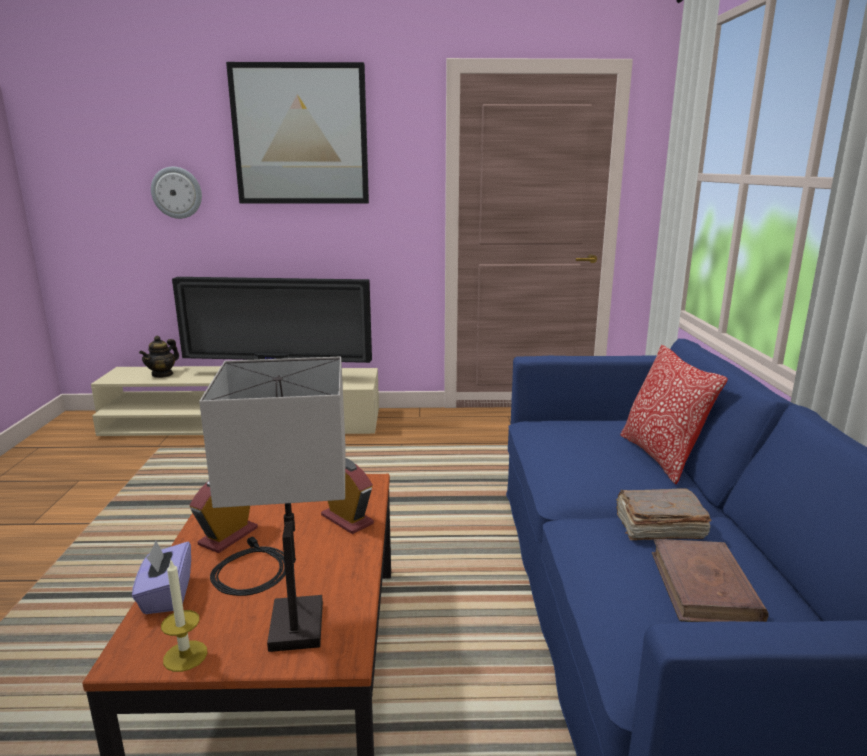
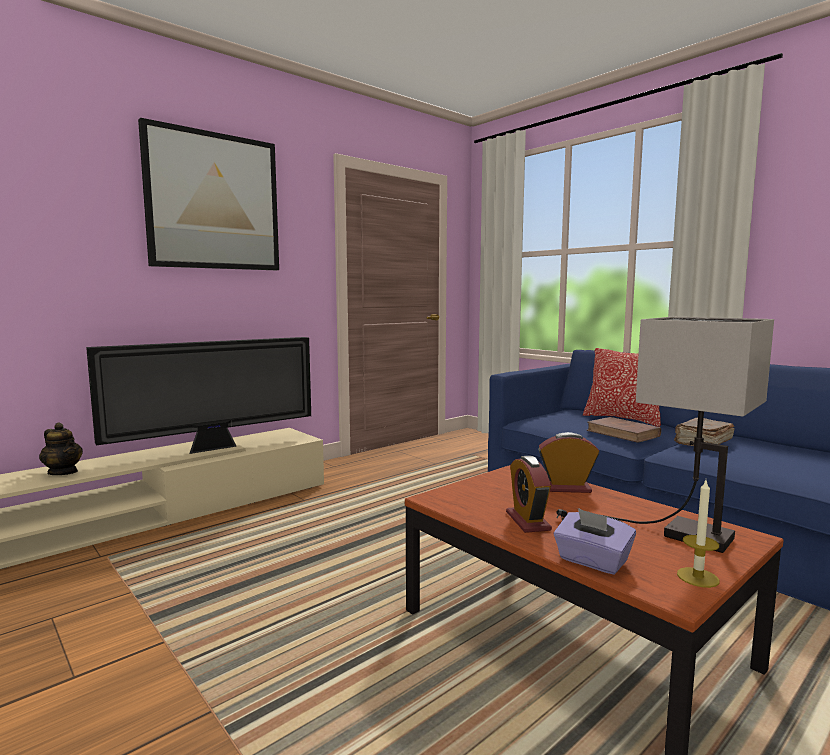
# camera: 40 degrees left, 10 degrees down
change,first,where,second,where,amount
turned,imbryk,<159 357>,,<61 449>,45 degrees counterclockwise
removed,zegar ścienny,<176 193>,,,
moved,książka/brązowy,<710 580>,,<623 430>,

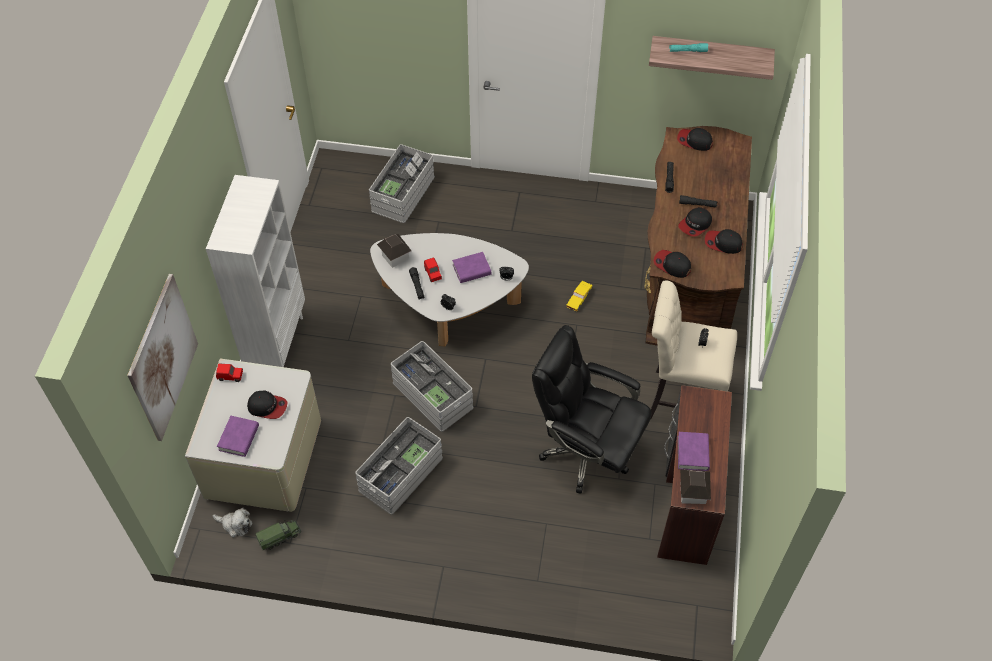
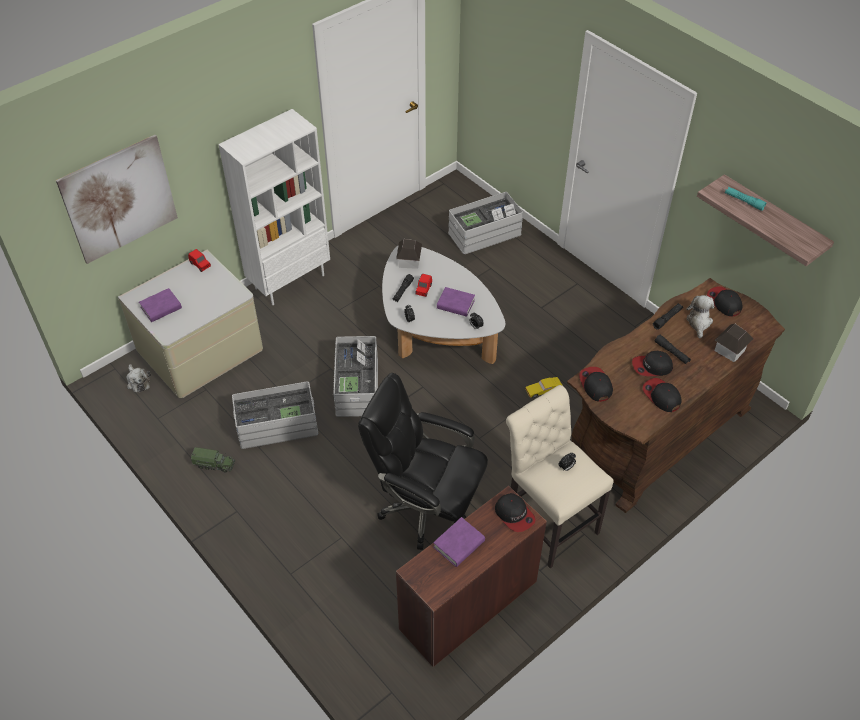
# camera: 40 degrees right, 5 degrees down
change,first,where,second,where,amount
moved,czapka z daszkiem,<267 405>,,<515 512>,
moved,ciężarówka zabawkowa,<278 535>,,<213 459>,
turned,krzesło biurowe/czarny,<591 409>,,<423 461>,45 degrees counterclockwise
moved,domek,<695 487>,,<733 343>,
added,,,pluszak,<700 317>,

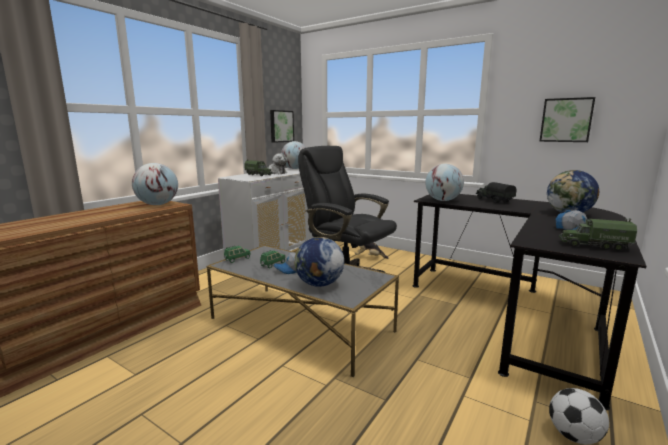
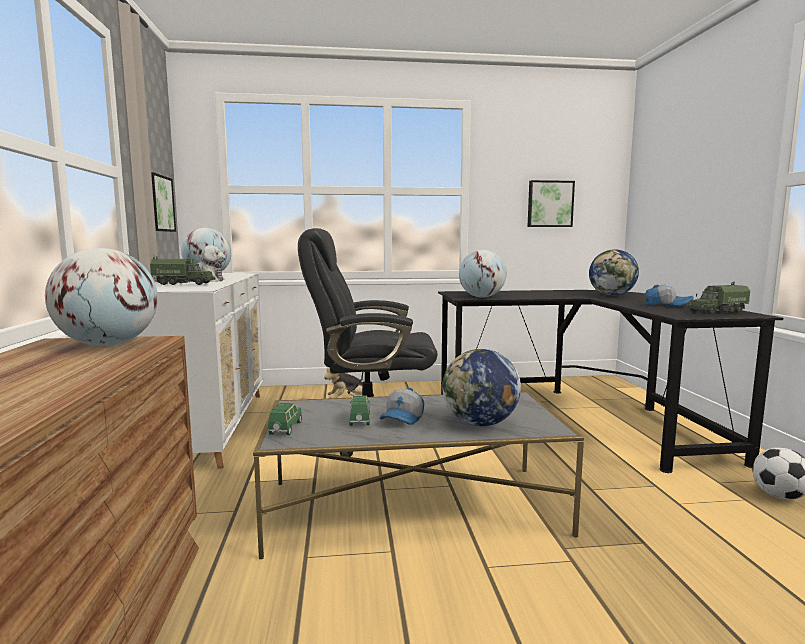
# camera: 40 degrees left, 5 degrees down
change,first,where,second,where,amount
removed,ciężarówka zabawkowa,<496 192>,,,

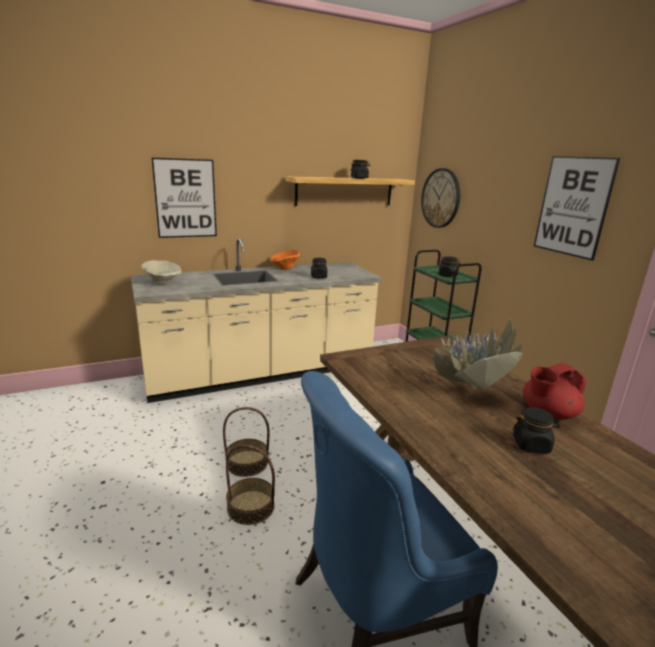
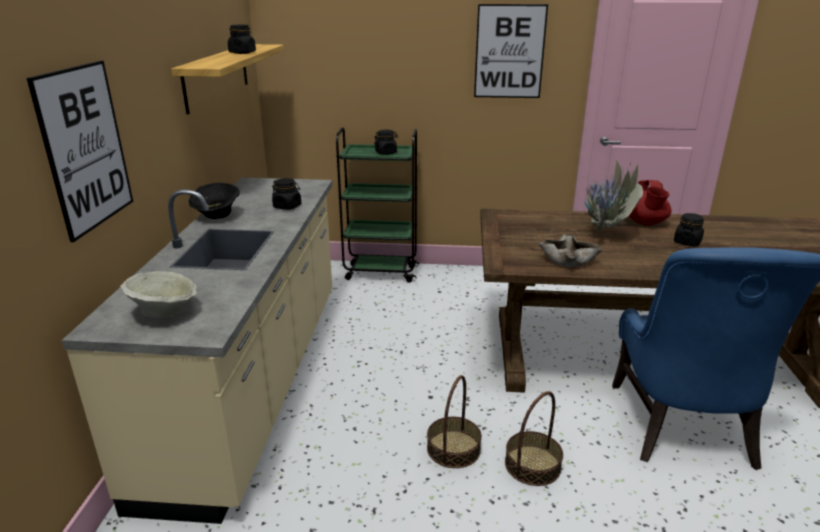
# camera: 60 degrees left, 5 degrees up
change,first,where,second,where,amount
recoloured,miska/pomarańczowy,<284 260>,miska/czarny,<214 201>,
removed,zegar ścienny,<440 198>,,,
added,,,miska/beżowy,<570 250>,

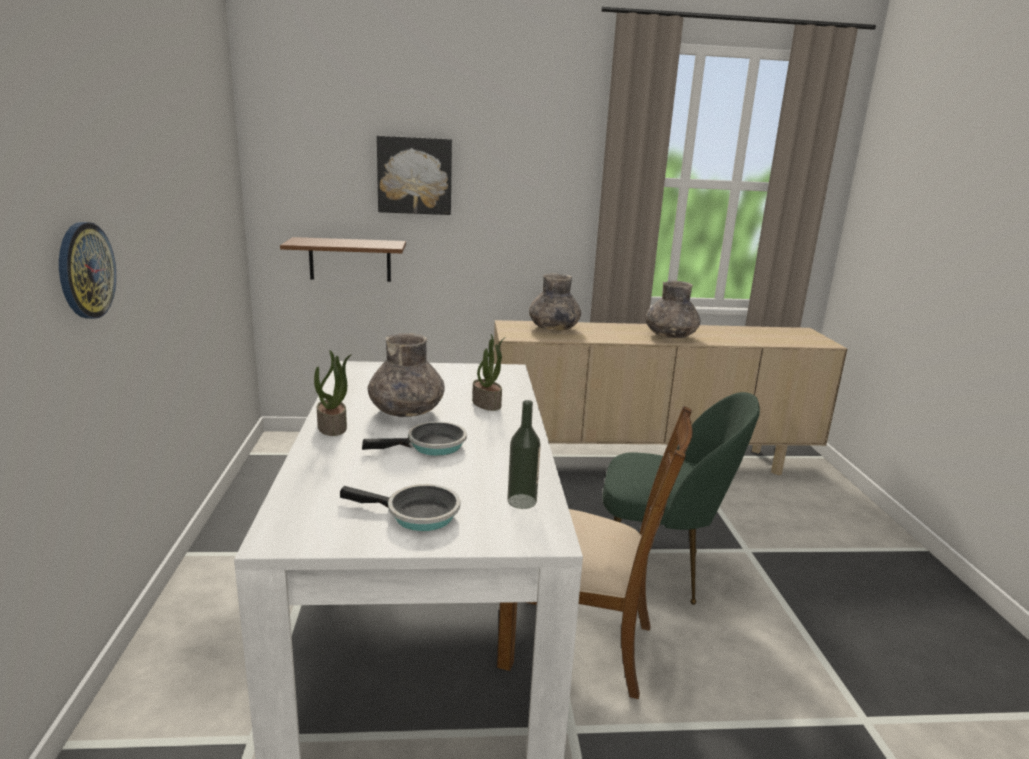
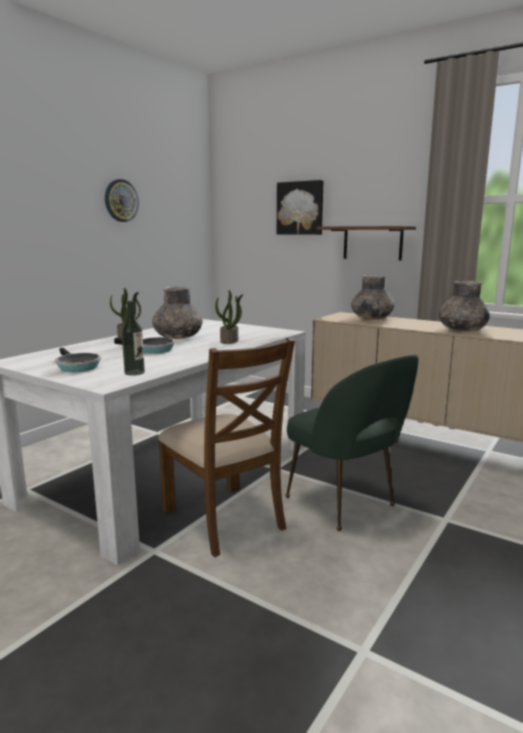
# camera: 40 degrees right, 5 degrees down
change,first,where,second,where,amount
moved,zegar ścienny,<87 270>,,<122 200>,
moved,półka/brązowy,<343 259>,,<366 243>,

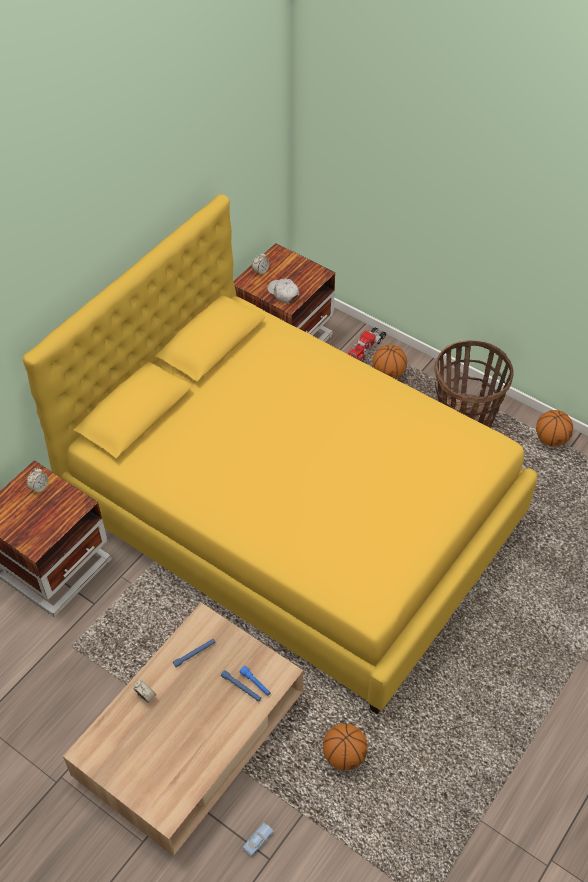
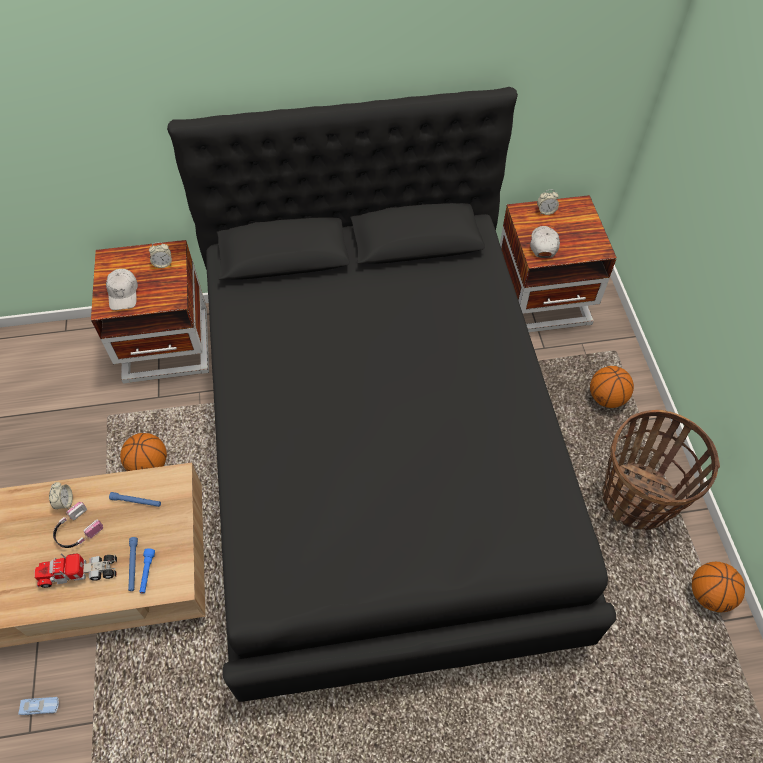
# camera: 45 degrees right, 5 degrees up
change,first,where,second,where,amount
recoloured,łóżko/żółty,<280 454>,łóżko/czarny,<391 394>,
moved,piłka do koszykówki,<345 747>,,<143 452>,
moved,ciężarówka zabawkowa,<367 344>,,<75 570>,
added,,,słuchawki,<78 525>,
added,,,czapka z daszkiem/biały,<122 289>,

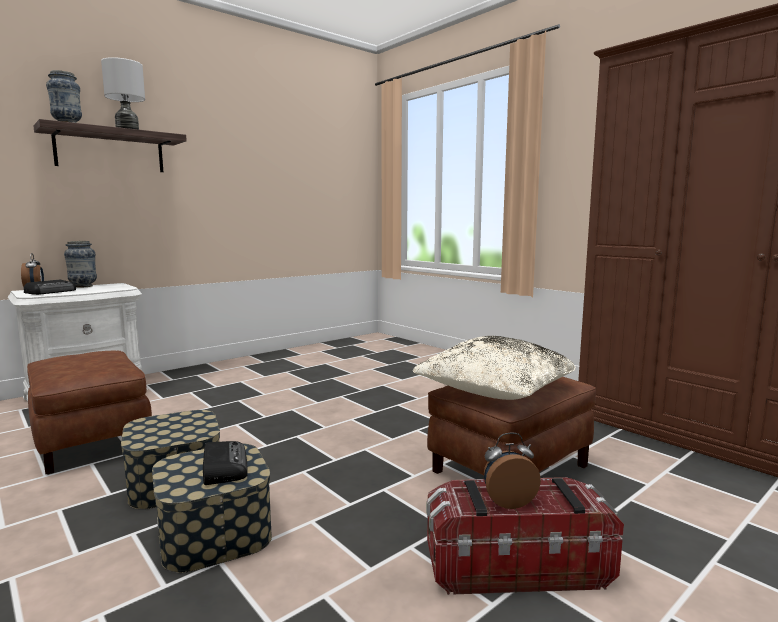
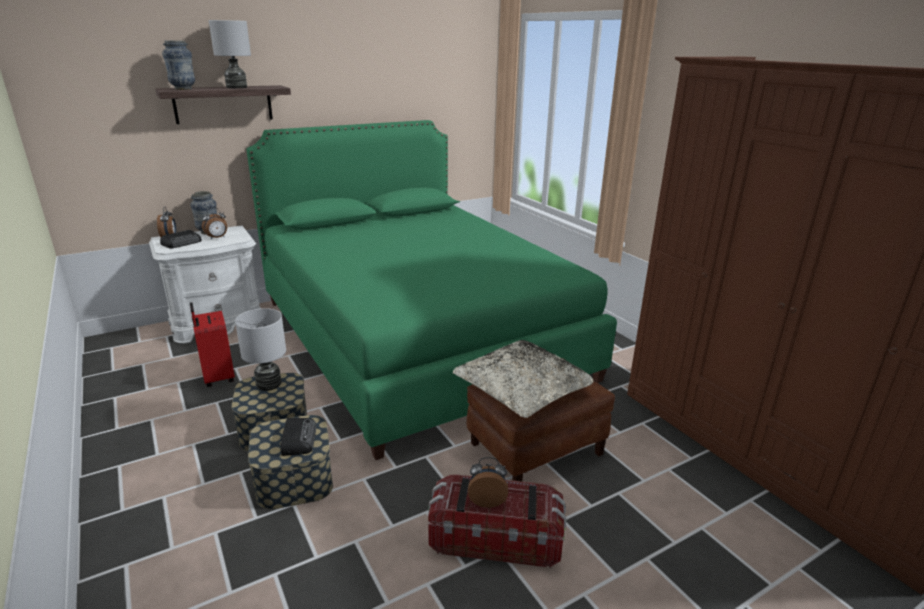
# camera: 10 degrees right, 15 degrees up
change,first,where,second,where,amount
replaced,pufa/brązowy,<89 412>,walizka/czerwony,<212 344>,
added,,,budzik,<214 223>,
added,,,lampa stołowa/szary,<260 349>,
added,,,łóżko/zielony,<431 290>,

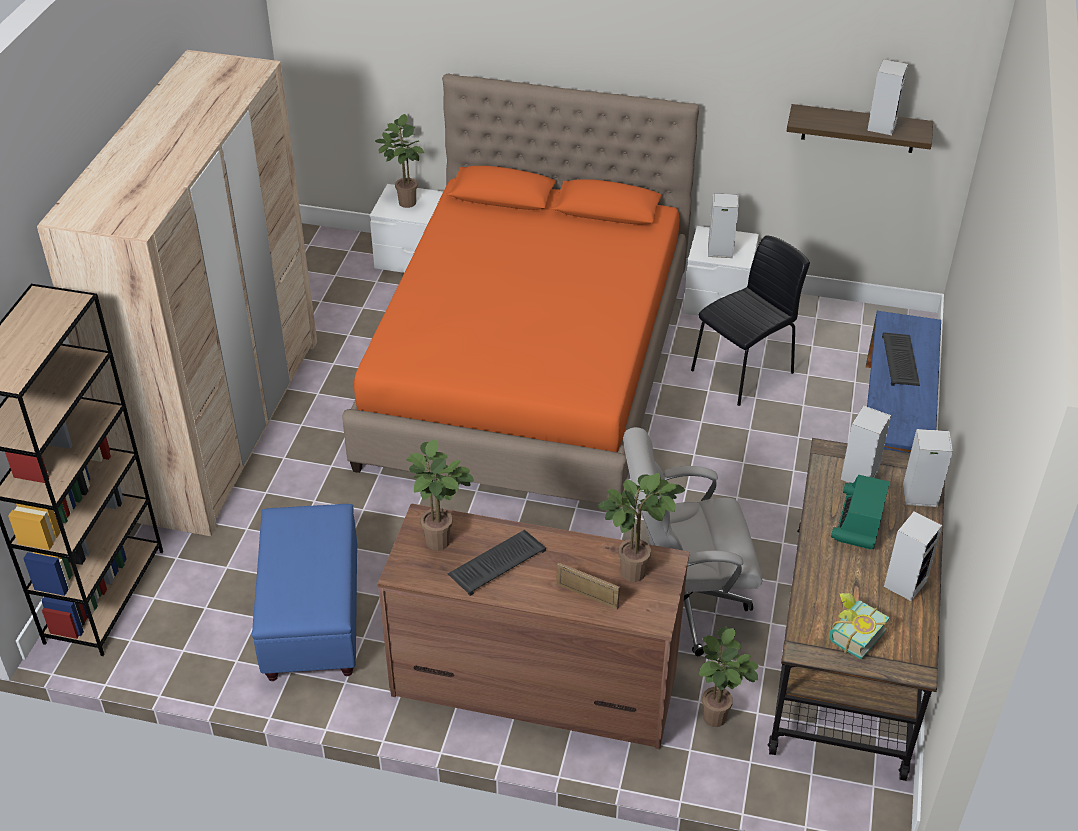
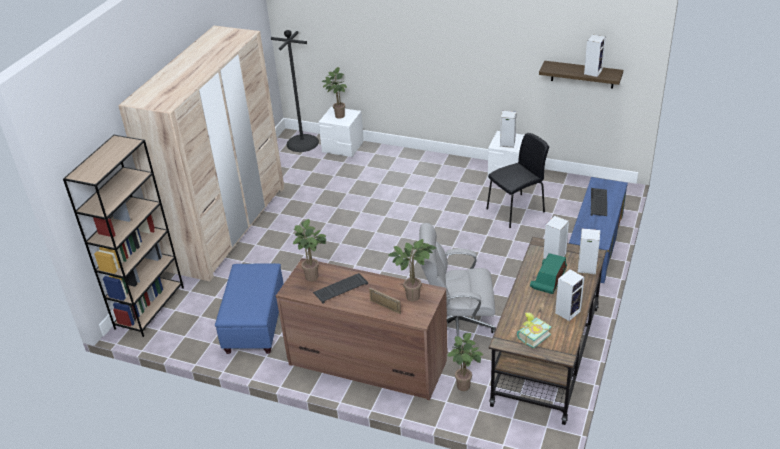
# camera: 10 degrees right, 5 degrees down
change,first,where,second,where,amount
removed,łóżko/pomarańczowy,<520 290>,,,
added,,,wieszak/czarny,<295 91>,

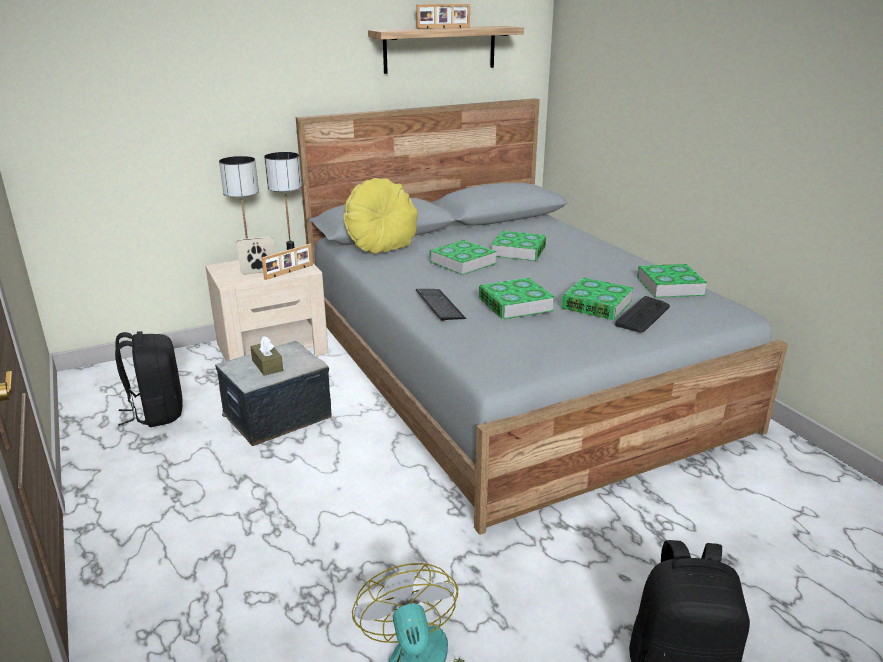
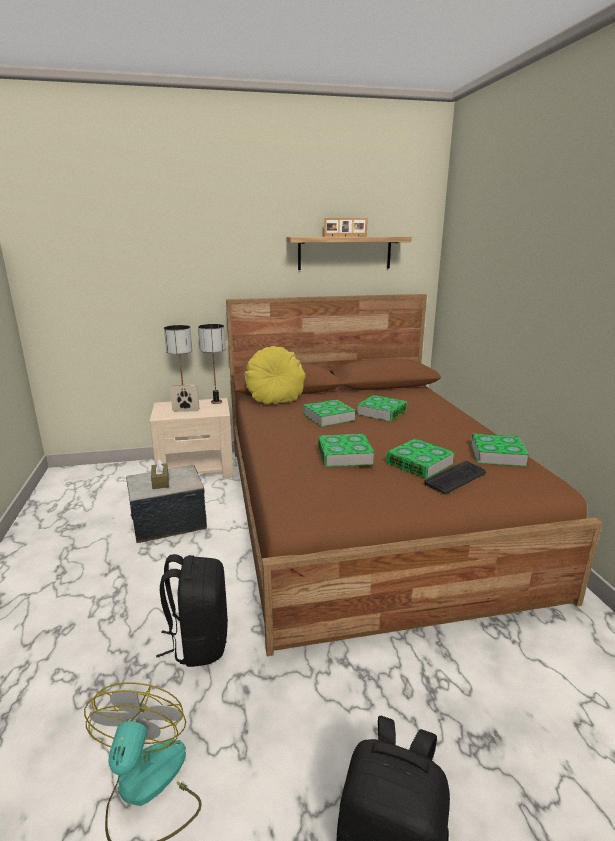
# camera: 15 degrees right, 5 degrees down
change,first,where,second,where,amount
moved,plecak/czarny,<149 379>,,<192 610>,
removed,ramka na zdjęcie,<287 262>,,,
recoloured,łóżko/szary,<542 316>,łóżko/brązowy,<414 475>,
removed,klawiatura,<441 305>,,,

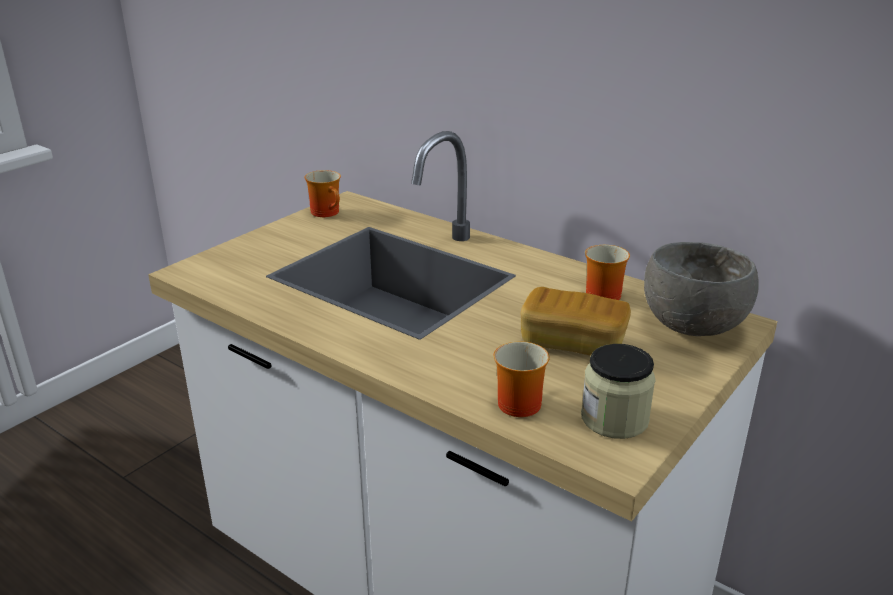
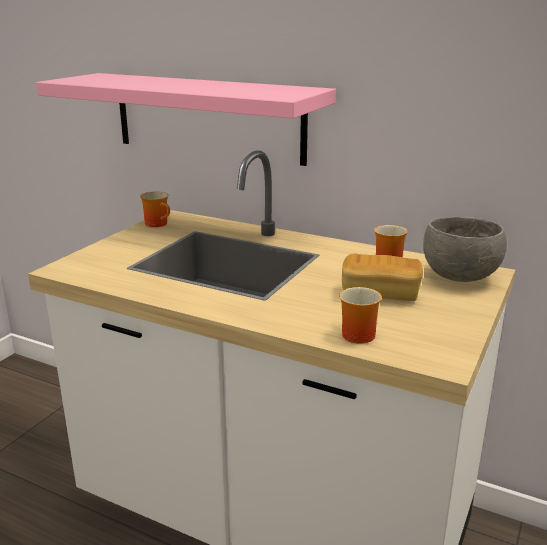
# camera: 10 degrees left, 5 degrees down
change,first,where,second,where,amount
removed,słoik,<618 391>,,,
added,,,półka/różowy,<186 119>,

